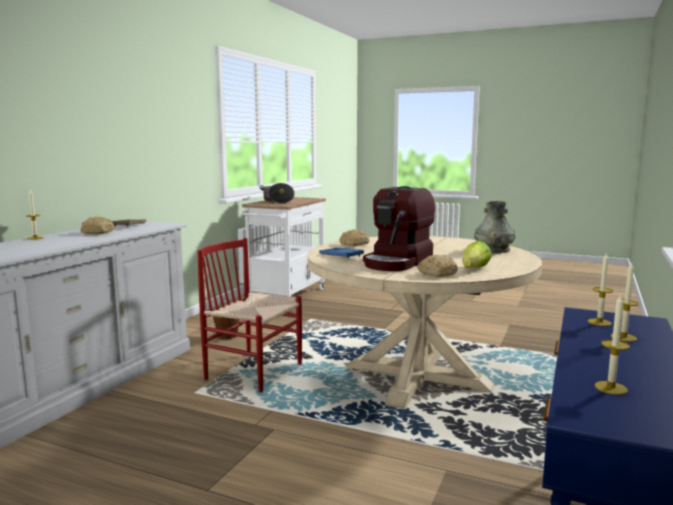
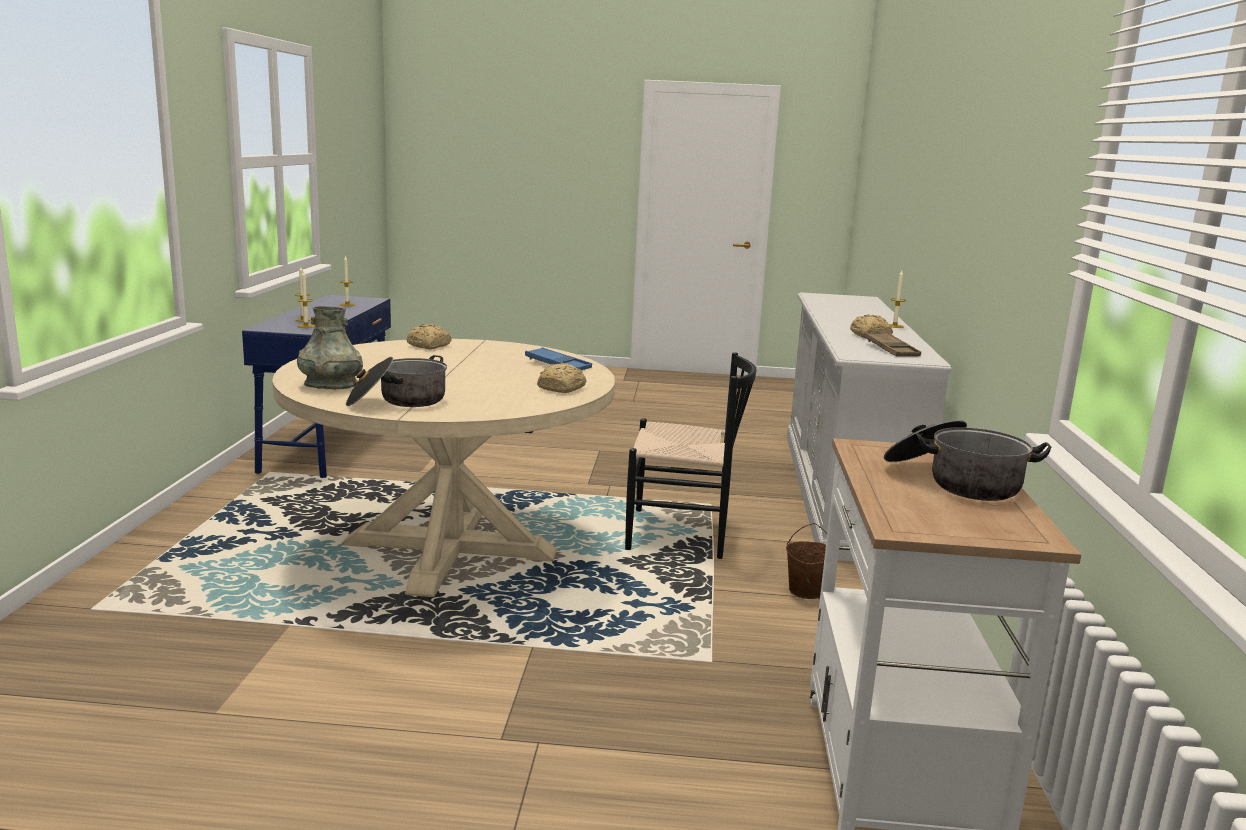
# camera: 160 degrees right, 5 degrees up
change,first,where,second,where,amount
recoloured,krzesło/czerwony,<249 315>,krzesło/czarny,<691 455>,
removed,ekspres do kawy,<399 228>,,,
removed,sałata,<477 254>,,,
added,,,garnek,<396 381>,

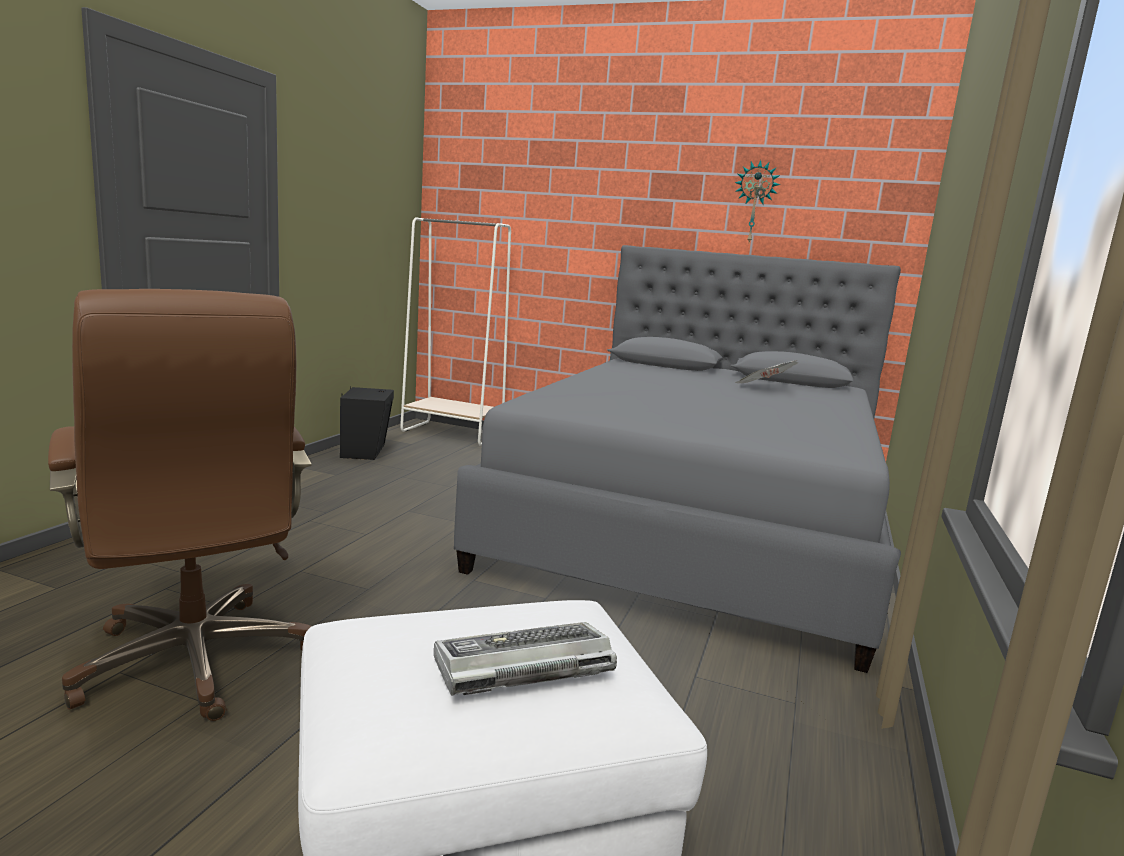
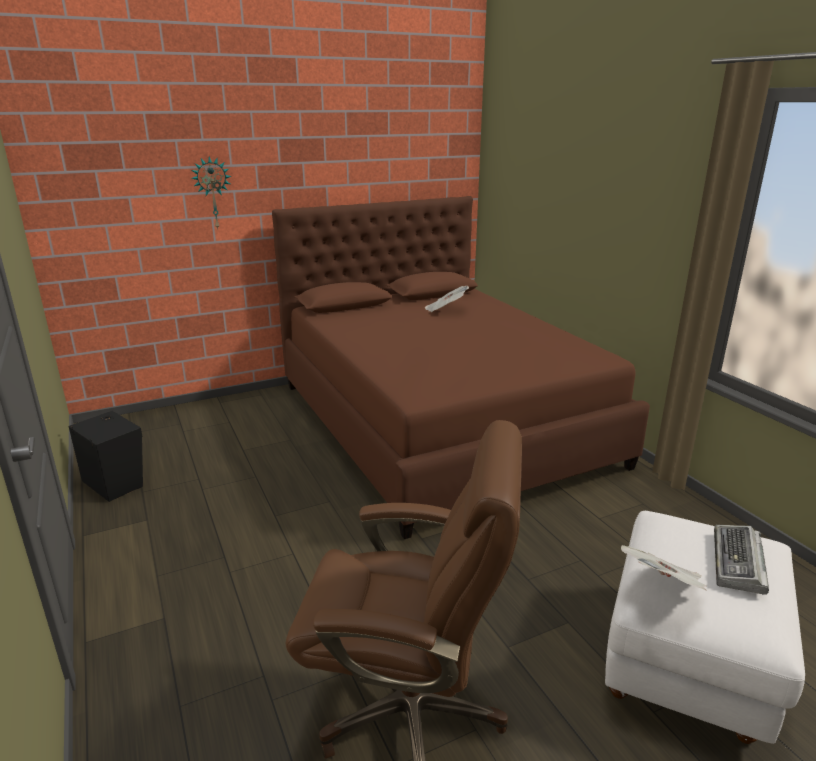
# camera: 45 degrees left, 10 degrees up
change,first,where,second,where,amount
removed,wieszak,<455 331>,,,
recoloured,łóżko/szary,<677 459>,łóżko/brązowy,<461 367>,
moved,zegar ścienny,<757 201>,,<211 192>,
added,,,gazeta,<664 568>,

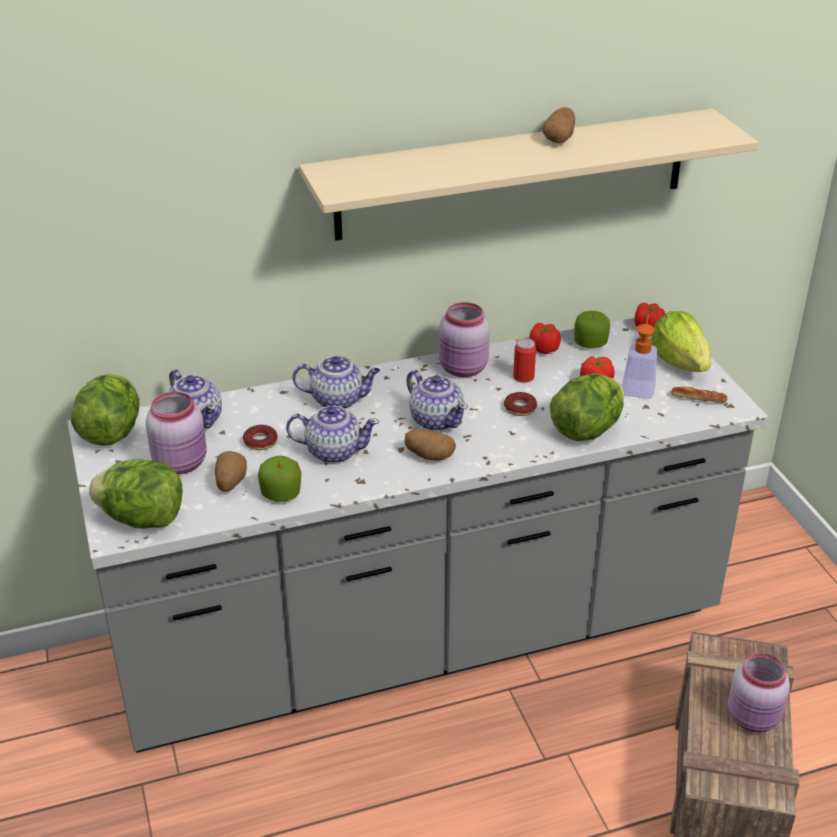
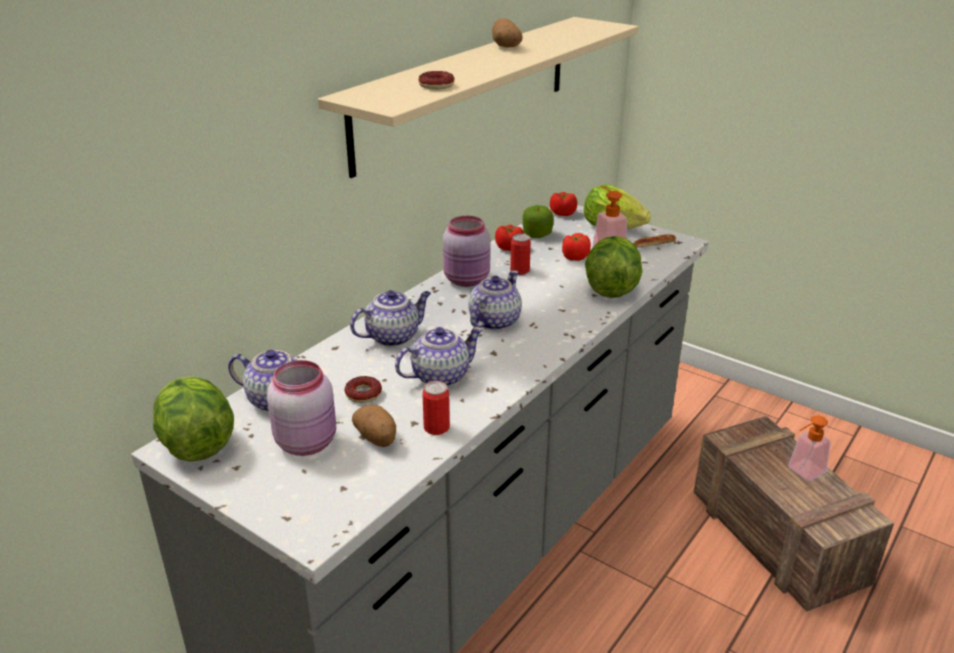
# camera: 35 degrees left, 5 degrees down
change,first,where,second,where,amount
removed,sałata,<135 493>,,,
replaced,jabłko,<279 479>,puszka,<436 408>,
removed,ziemniak,<430 445>,,,
turned,imbryk,<437 400>,,<495 300>,75 degrees counterclockwise
moved,donut,<520 404>,,<436 80>,
replaced,słoik/różowy,<759 693>,dozownik mydła,<809 448>,

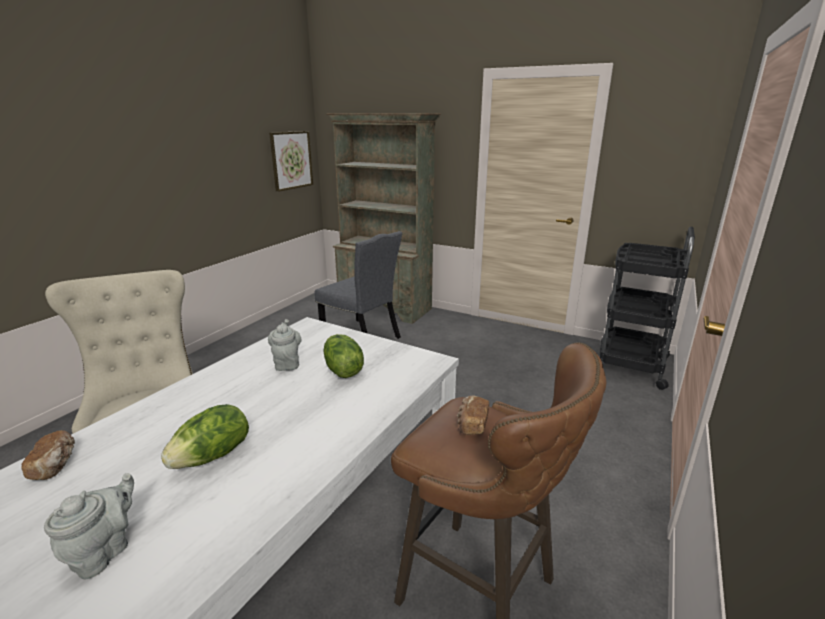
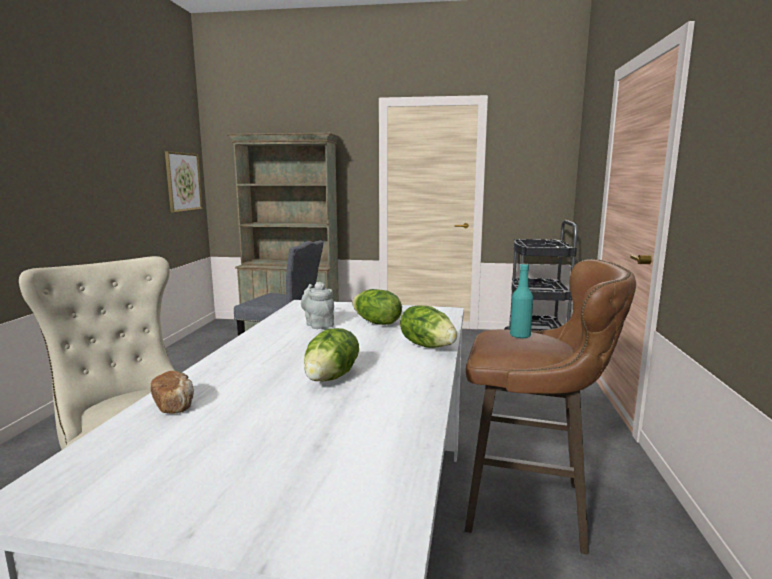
# camera: 20 degrees left, 10 degrees down
change,first,where,second,where,amount
removed,imbryk/szary,<89 526>,,,
replaced,chleb,<473 415>,butelka/turkusowy,<521 301>,
added,,,sałata,<428 326>,

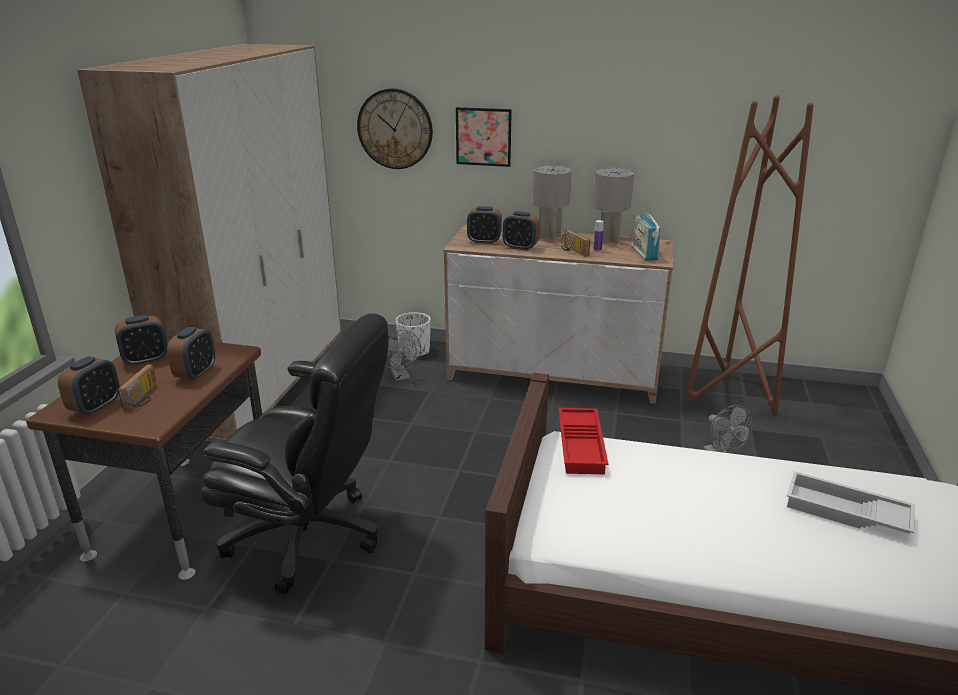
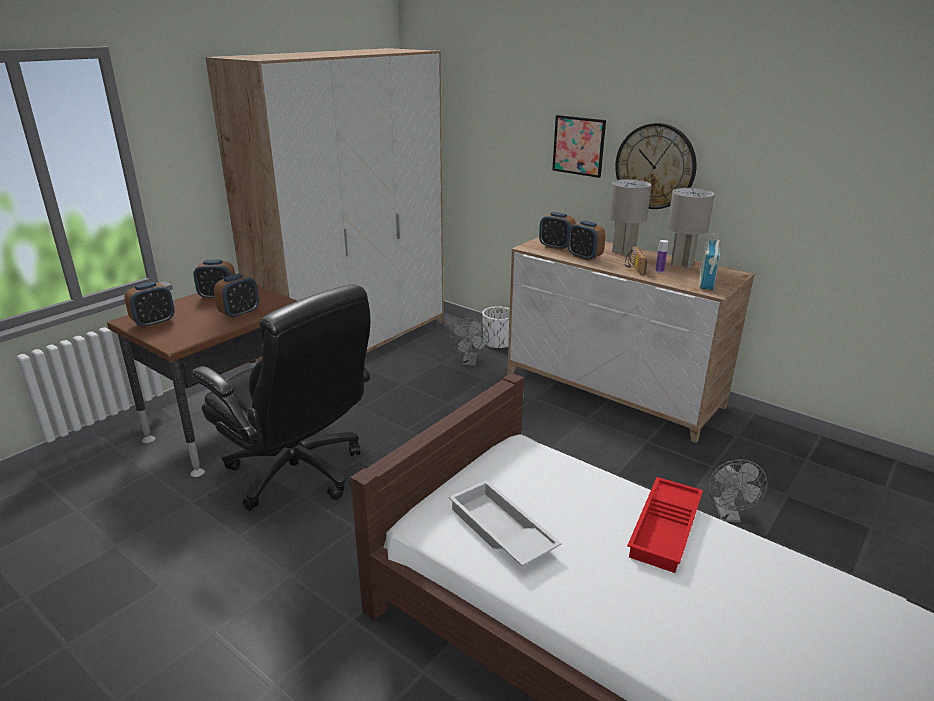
# camera: 25 degrees right, 0 degrees up
change,first,where,second,where,amount
removed,radio,<137 386>,,,
moved,zegar ścienny,<395 128>,,<656 166>,
moved,taca/czerwony,<583 441>,,<665 525>,
removed,wieszak/brązowy,<749 255>,,,
moved,taca/biały,<851 502>,,<505 523>,

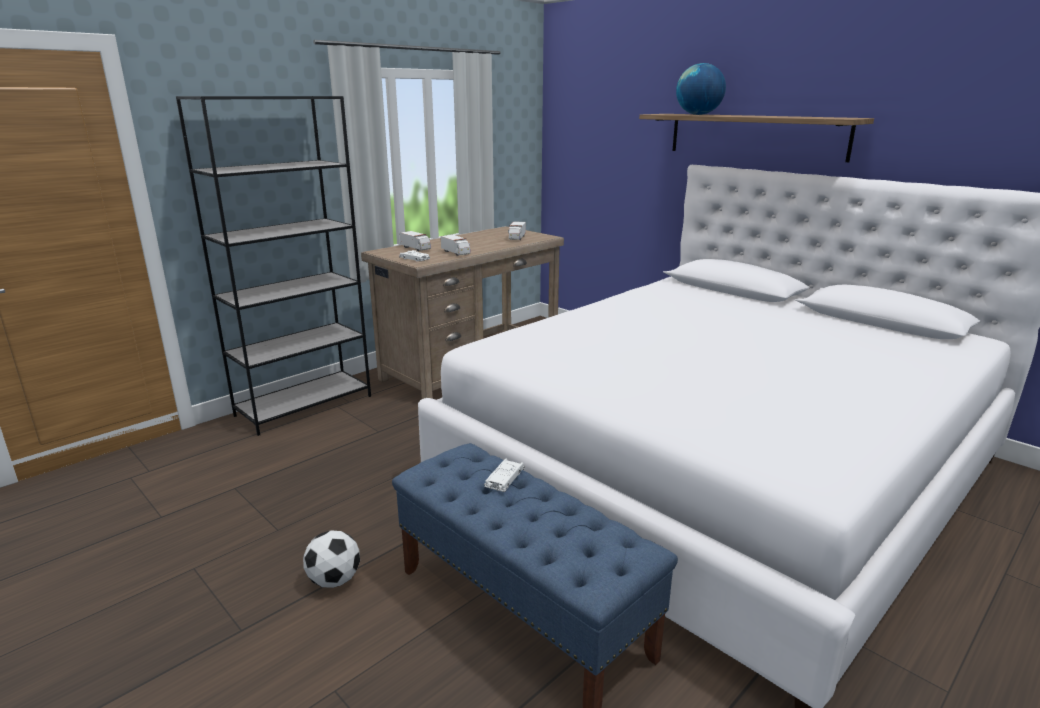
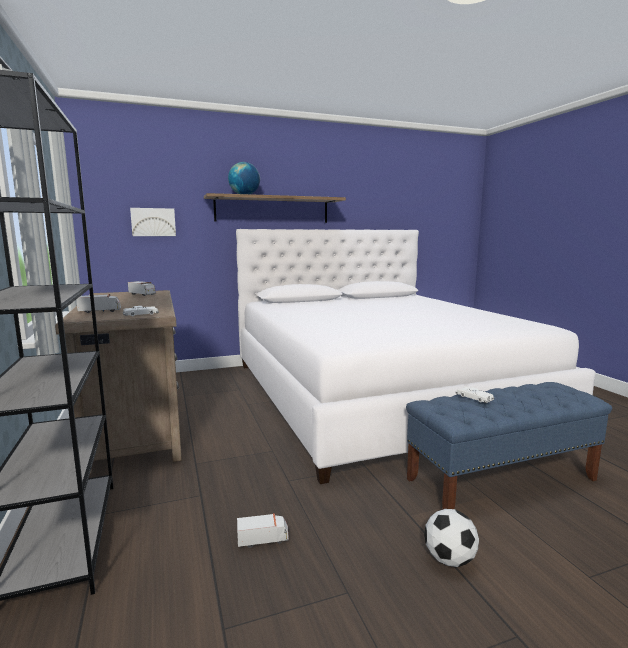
# camera: 65 degrees left, 10 degrees down
change,first,where,second,where,amount
moved,ciężarówka zabawkowa,<455 245>,,<263 530>,
added,,,obraz,<153 222>,

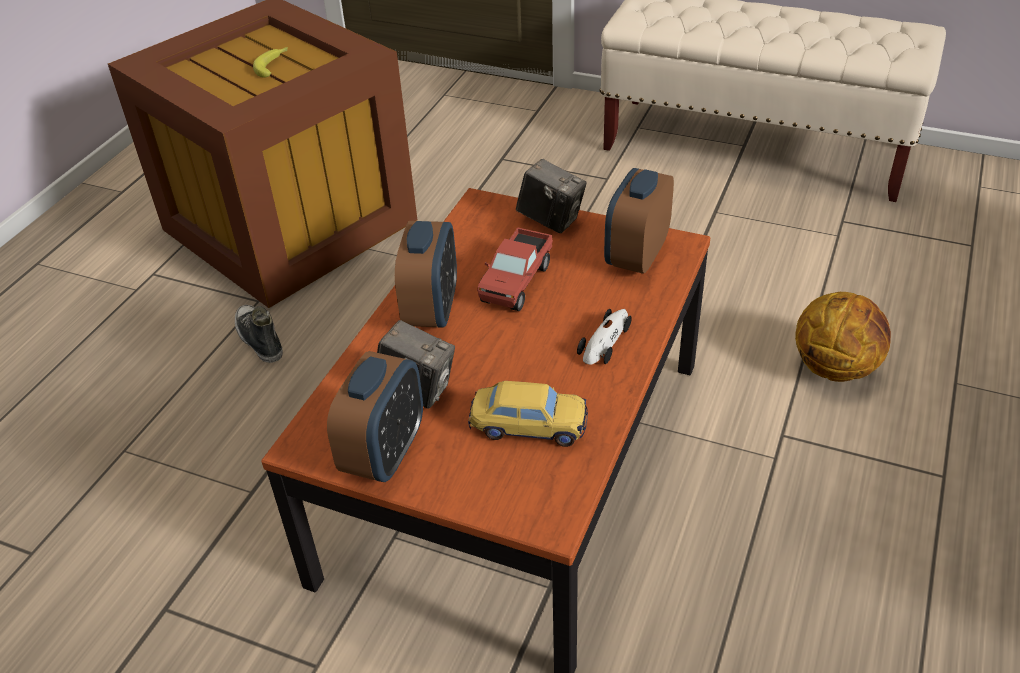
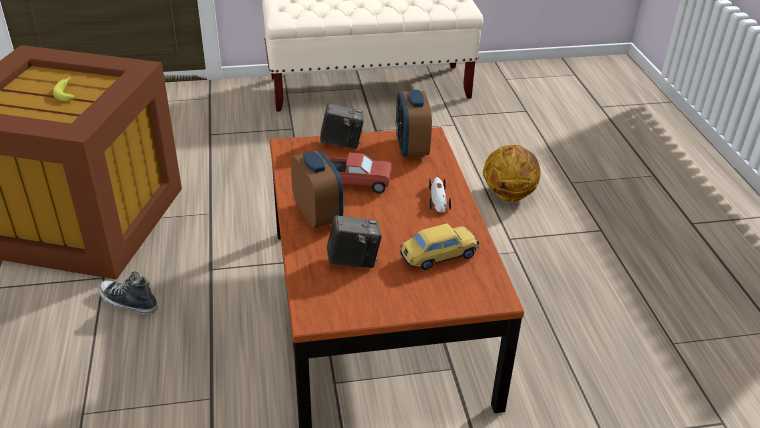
# camera: 35 degrees left, 5 degrees down
change,first,where,second,where,amount
removed,budzik,<375 416>,,,
turned,ciężarówka zabawkowa,<515 269>,,<360 173>,75 degrees counterclockwise

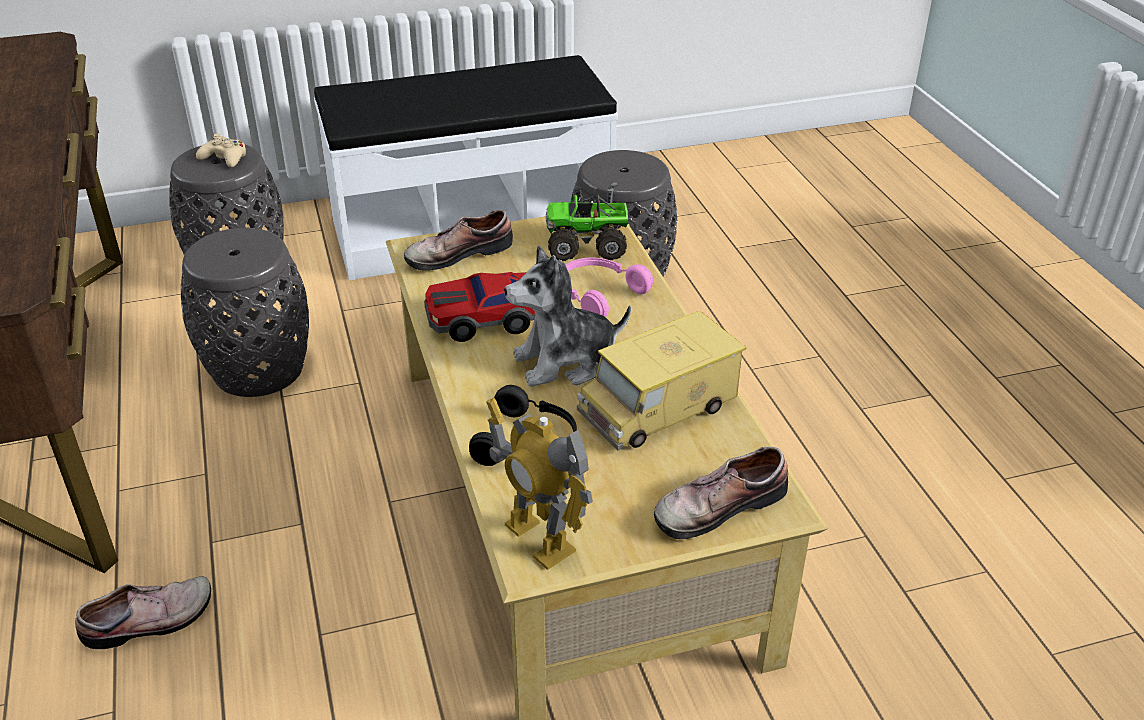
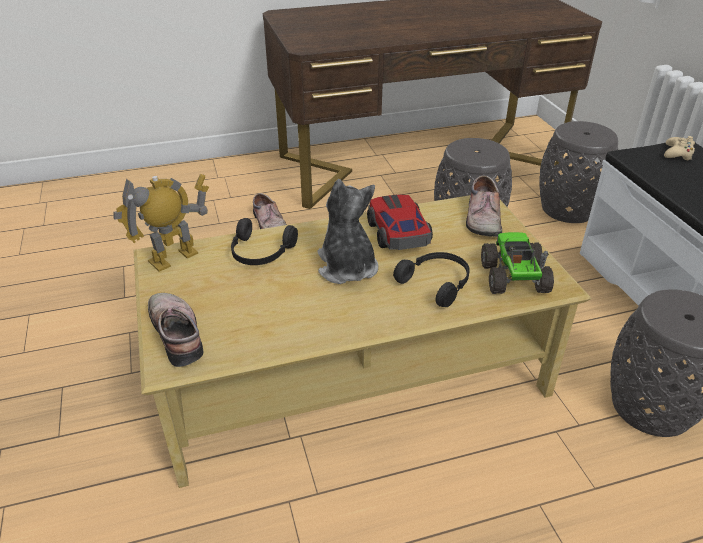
# camera: 90 degrees right, 0 degrees up
change,first,where,second,where,amount
moved,pad do gier/beżowy,<221 150>,,<679 148>,
turned,but,<458 240>,,<484 206>,150 degrees counterclockwise
recoloured,słuchawki/różowy,<609 287>,słuchawki/czarny,<431 279>,
removed,ciężarówka zabawkowa,<661 381>,,,

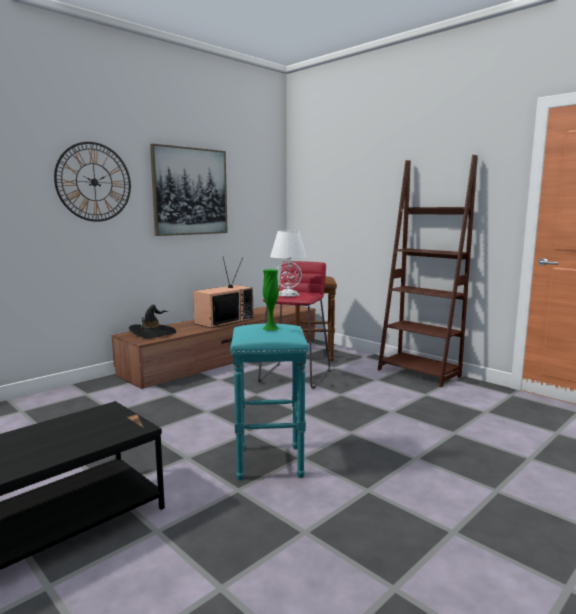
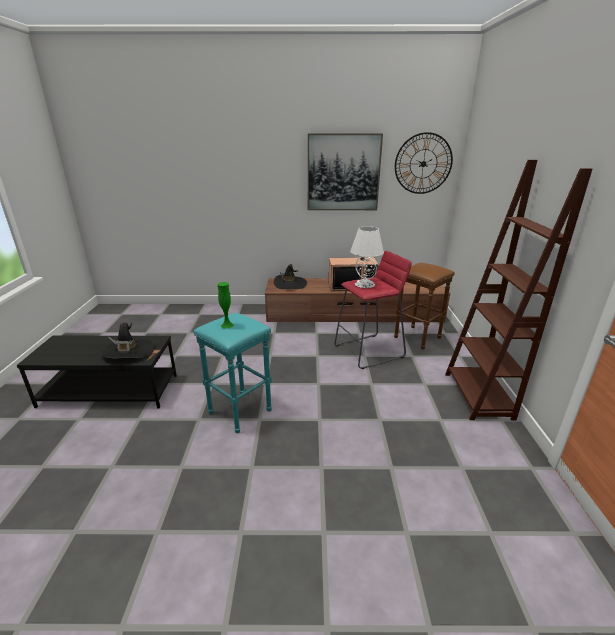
# camera: 45 degrees right, 15 degrees up
change,first,where,second,where,amount
moved,zegar ścienny,<92 182>,,<424 163>,
added,,,kapelusz/czarny,<127 341>,

